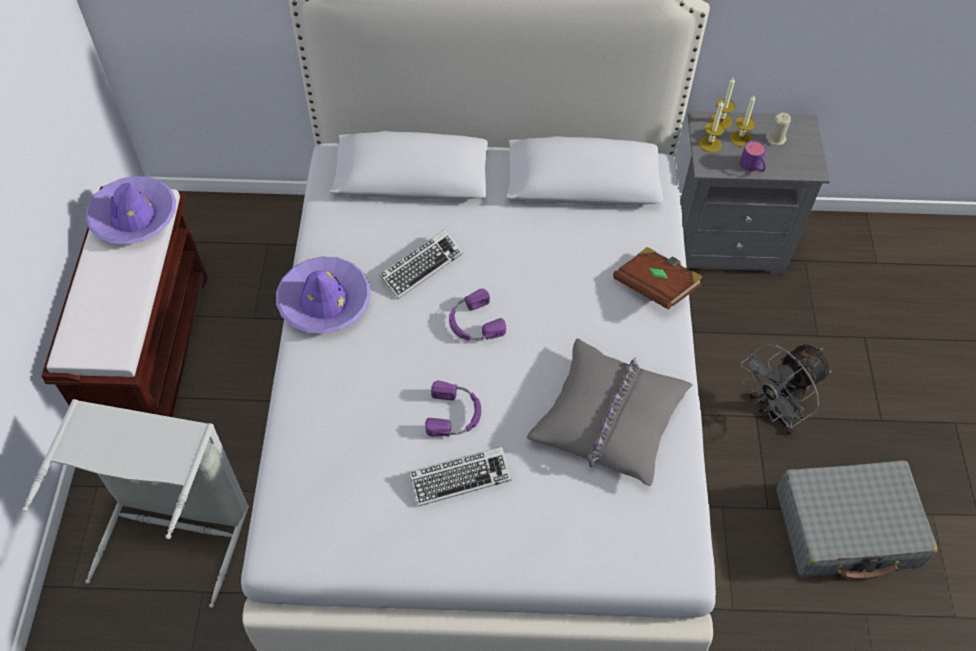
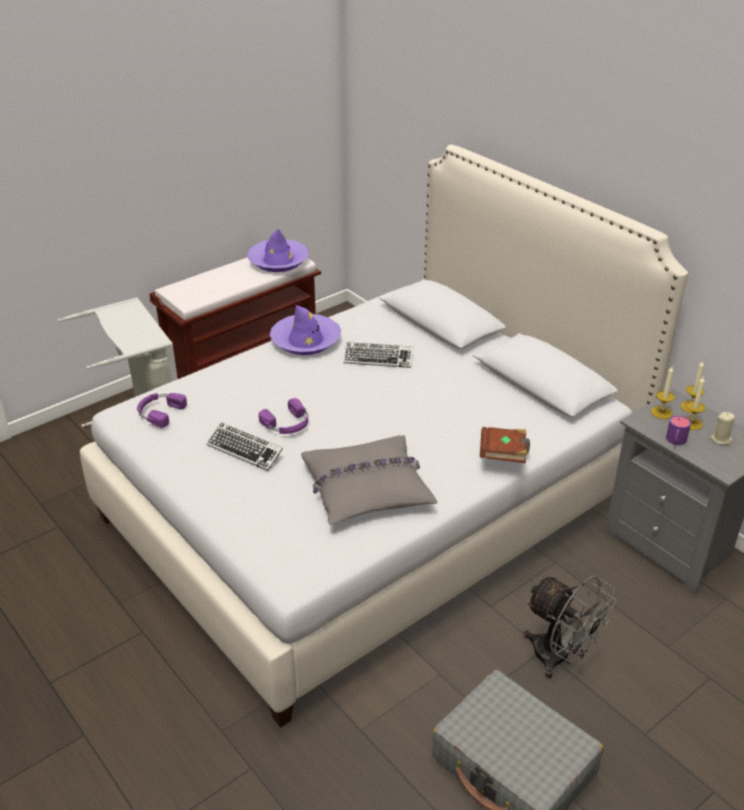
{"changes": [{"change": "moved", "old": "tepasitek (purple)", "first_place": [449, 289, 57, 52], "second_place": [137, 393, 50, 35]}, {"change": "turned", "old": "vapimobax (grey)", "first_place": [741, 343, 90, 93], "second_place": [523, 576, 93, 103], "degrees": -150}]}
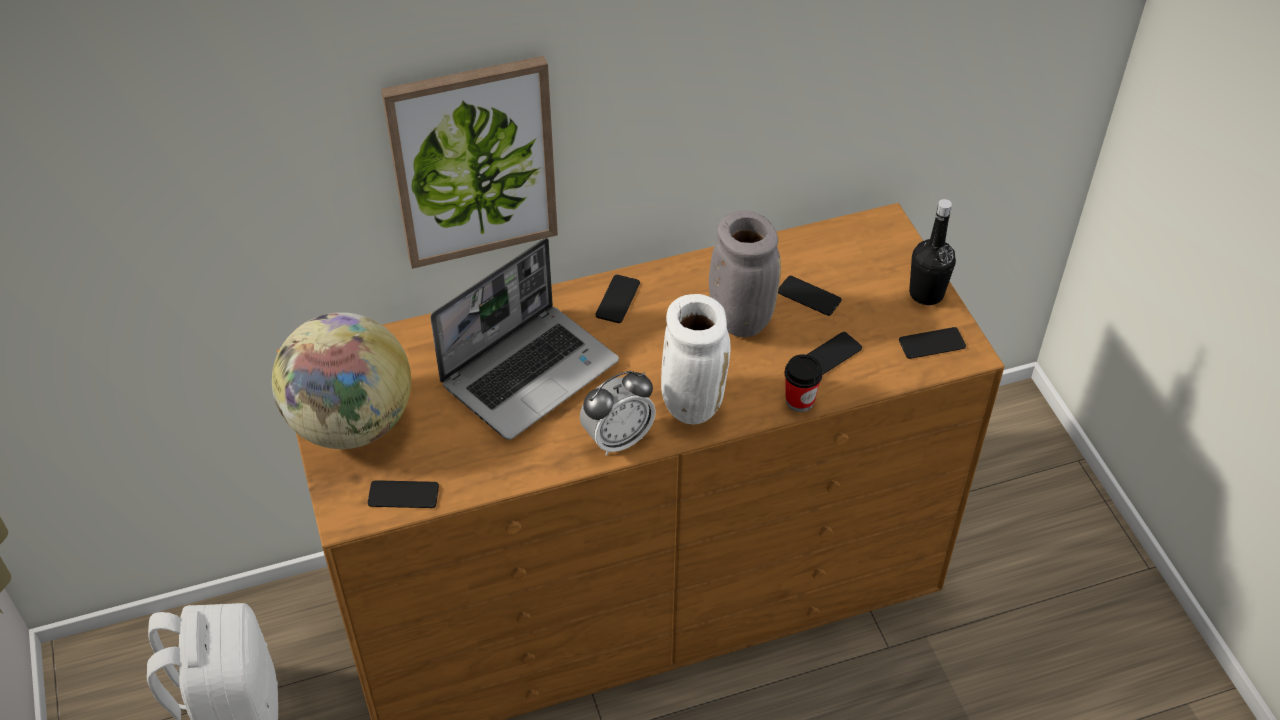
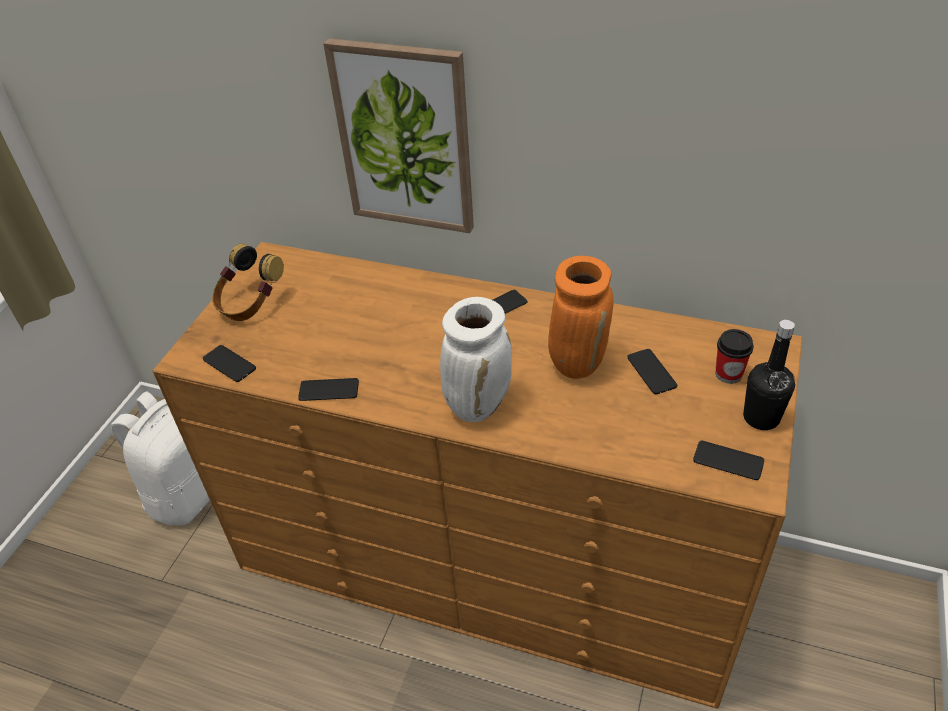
{"changes": [{"change": "recoloured", "old": "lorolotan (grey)", "new": "lorolotan (orange)", "first_place": [709, 211, 72, 126], "second_place": [548, 256, 65, 123]}, {"change": "removed", "old": "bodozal", "first_place": [430, 238, 189, 202]}, {"change": "replaced", "old": "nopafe", "new": "tepasitek", "first_place": [272, 312, 139, 137], "second_place": [212, 243, 72, 78]}, {"change": "moved", "old": "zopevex", "first_place": [806, 332, 56, 42], "second_place": [298, 378, 61, 23]}, {"change": "moved", "old": "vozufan", "first_place": [785, 354, 38, 58], "second_place": [715, 329, 39, 55]}, {"change": "removed", "old": "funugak", "first_place": [580, 371, 76, 85]}]}
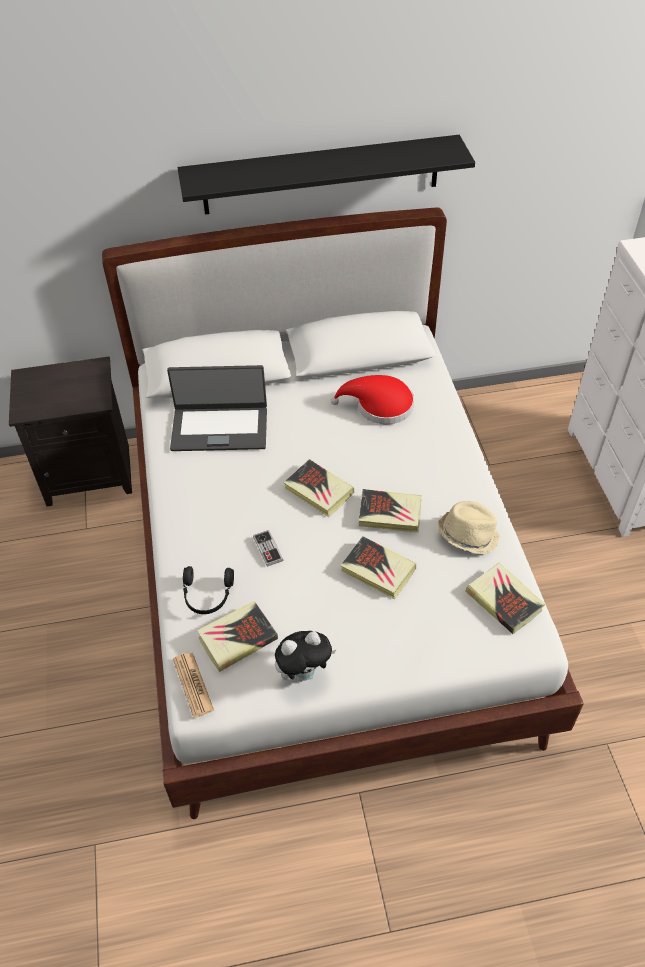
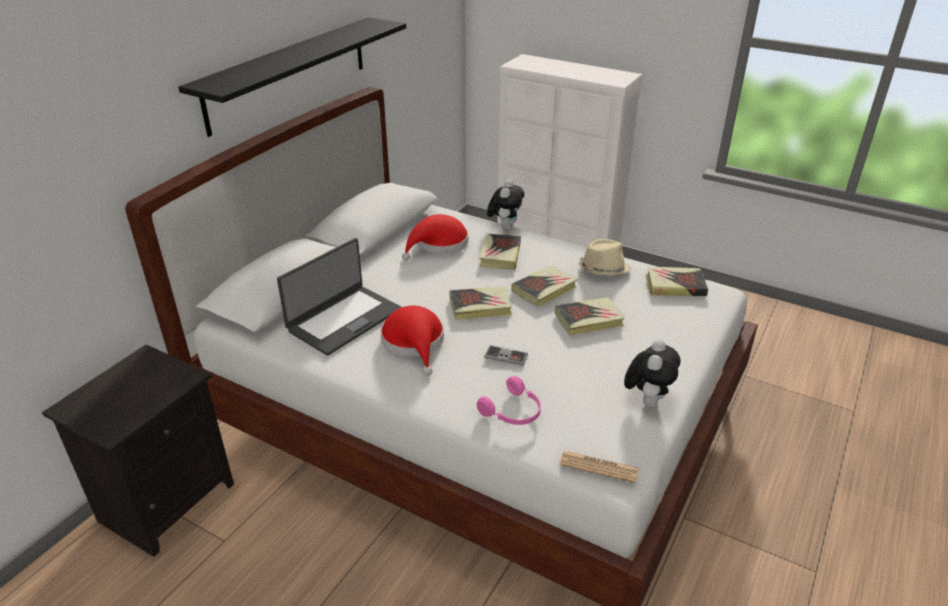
{"changes": [{"change": "recoloured", "old": "tepasitek (black)", "new": "tepasitek (pink)", "first_place": [183, 566, 51, 48], "second_place": [477, 376, 64, 49]}, {"change": "moved", "old": "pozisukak", "first_place": [197, 601, 81, 71], "second_place": [479, 234, 42, 36]}, {"change": "added", "new": "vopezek", "second_place": [487, 180, 37, 50]}, {"change": "added", "new": "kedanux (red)", "second_place": [380, 306, 64, 70]}]}
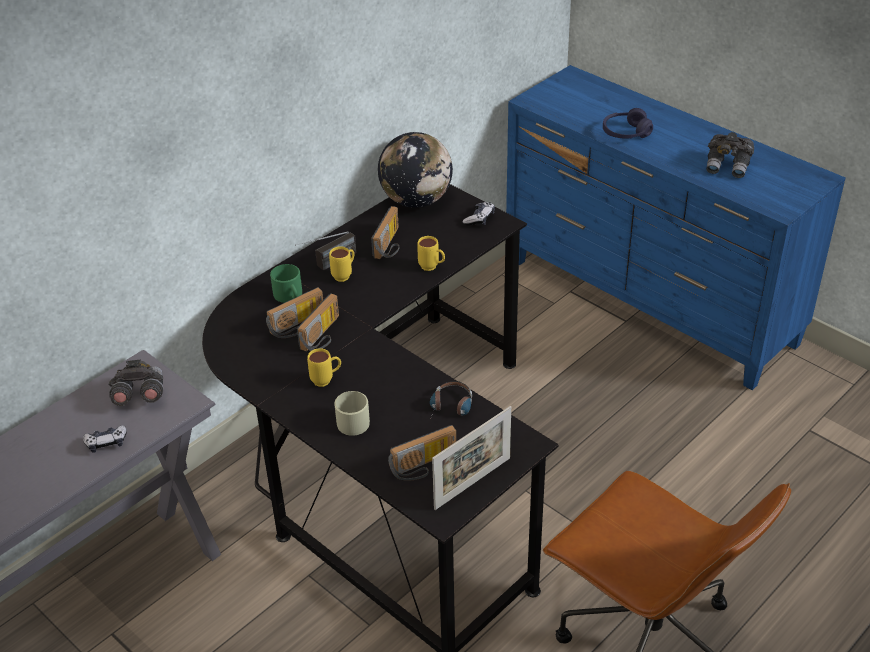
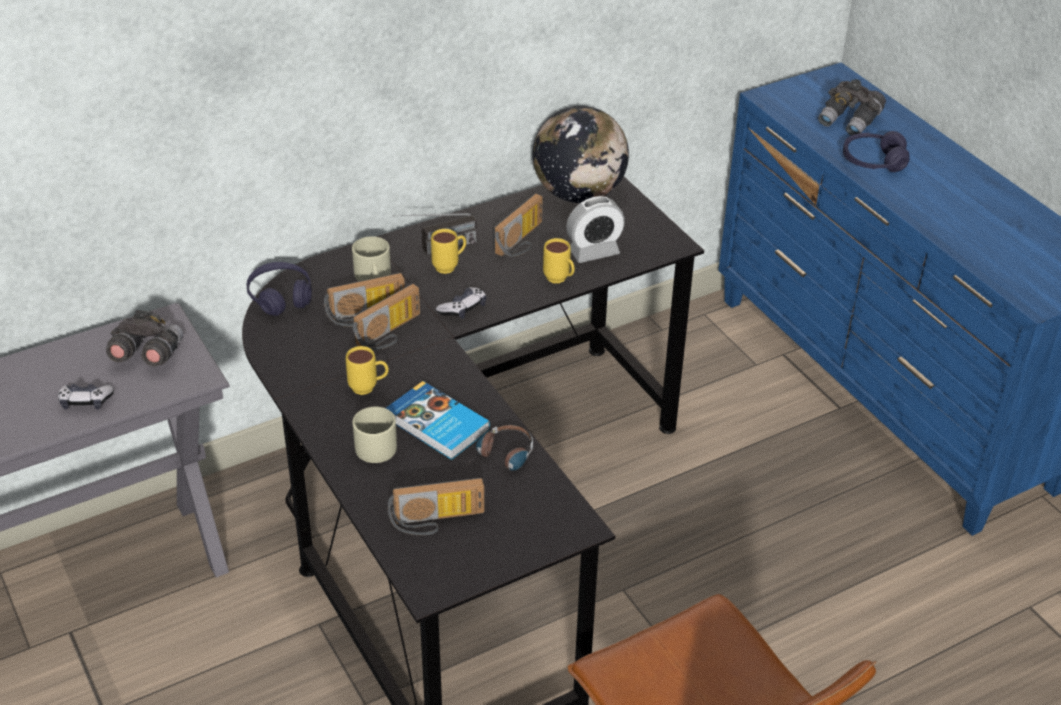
{"changes": [{"change": "moved", "old": "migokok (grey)", "first_place": [706, 132, 48, 46], "second_place": [818, 79, 68, 56]}, {"change": "moved", "old": "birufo", "first_place": [463, 202, 32, 23], "second_place": [436, 287, 50, 32]}, {"change": "recoloured", "old": "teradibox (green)", "new": "teradibox (beige)", "first_place": [270, 264, 32, 39], "second_place": [352, 236, 39, 45]}, {"change": "removed", "old": "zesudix", "first_place": [432, 406, 79, 104]}, {"change": "added", "new": "funugak", "second_place": [566, 196, 59, 67]}, {"change": "added", "new": "tepasitek (purple)", "second_place": [247, 262, 65, 54]}, {"change": "added", "new": "pozisukak", "second_place": [386, 381, 104, 79]}]}
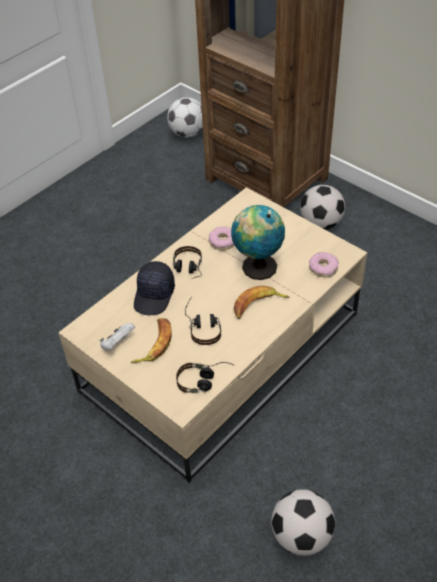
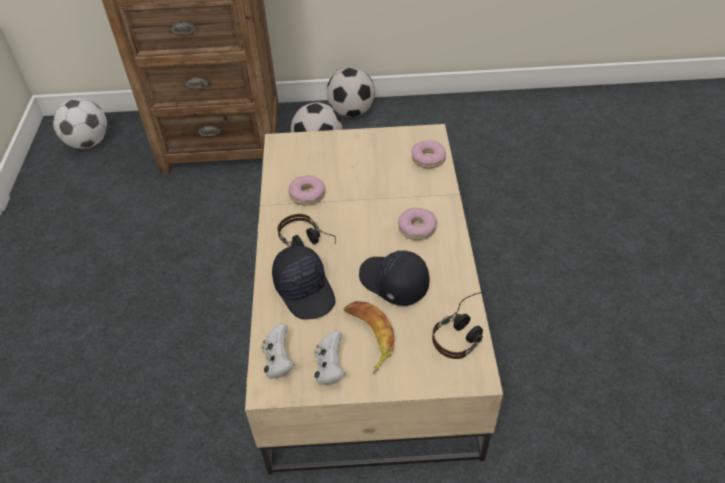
{"changes": [{"change": "removed", "old": "nopafe", "first_place": [231, 205, 54, 75]}, {"change": "replaced", "old": "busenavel", "new": "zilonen", "first_place": [233, 286, 57, 33], "second_place": [398, 208, 39, 32]}, {"change": "replaced", "old": "tepasitek", "new": "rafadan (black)", "first_place": [185, 297, 36, 48], "second_place": [359, 250, 70, 56]}, {"change": "moved", "old": "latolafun", "first_place": [271, 489, 64, 67], "second_place": [326, 67, 49, 50]}, {"change": "added", "new": "birufo (white)", "second_place": [261, 323, 34, 56]}]}
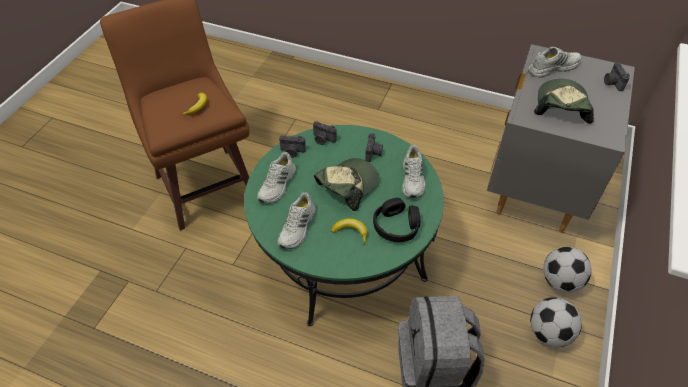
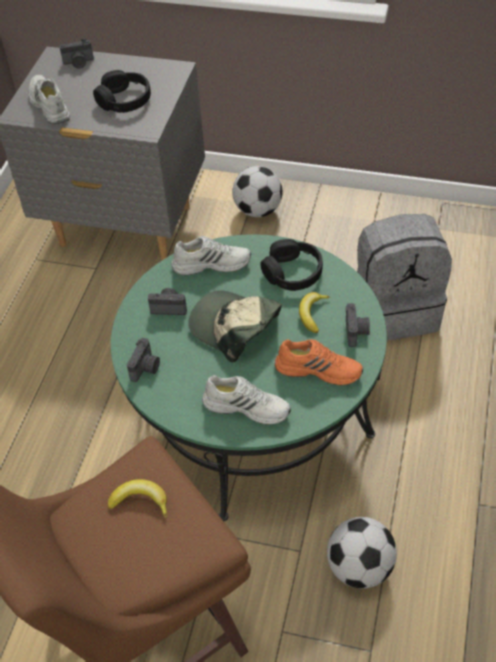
{"changes": [{"change": "replaced", "old": "rafadan", "new": "tepasitek (black)", "first_place": [534, 79, 60, 45], "second_place": [93, 70, 58, 43]}, {"change": "moved", "old": "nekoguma", "first_place": [279, 136, 27, 22], "second_place": [345, 303, 25, 44]}, {"change": "recoloured", "old": "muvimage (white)", "new": "muvimage (orange)", "first_place": [277, 192, 39, 57], "second_place": [275, 339, 88, 47]}, {"change": "moved", "old": "latolafun", "first_place": [530, 297, 52, 50], "second_place": [327, 517, 70, 72]}]}
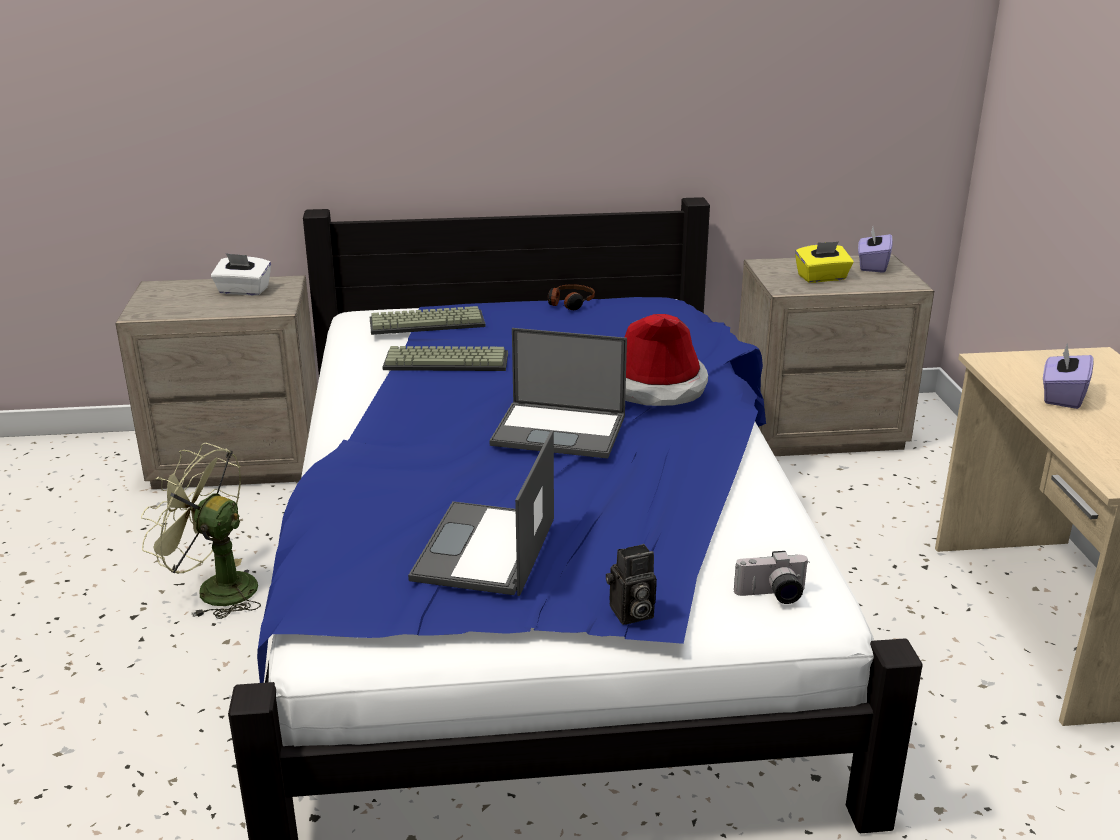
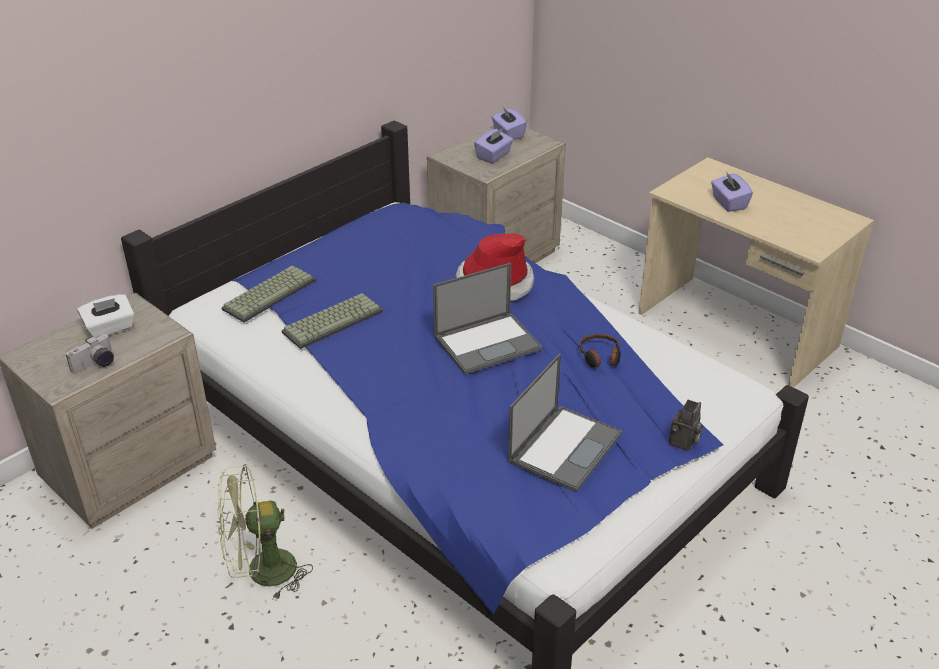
{"changes": [{"change": "recoloured", "old": "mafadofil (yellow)", "new": "mafadofil (purple)", "first_place": [795, 241, 58, 42], "second_place": [474, 129, 39, 34]}, {"change": "moved", "old": "tepasitek", "first_place": [548, 284, 47, 26], "second_place": [580, 334, 41, 33]}, {"change": "turned", "old": "bodozal", "first_place": [408, 430, 146, 166], "second_place": [508, 353, 114, 139], "degrees": -120}, {"change": "moved", "old": "nekoguma", "first_place": [734, 551, 75, 53], "second_place": [66, 334, 48, 40]}]}
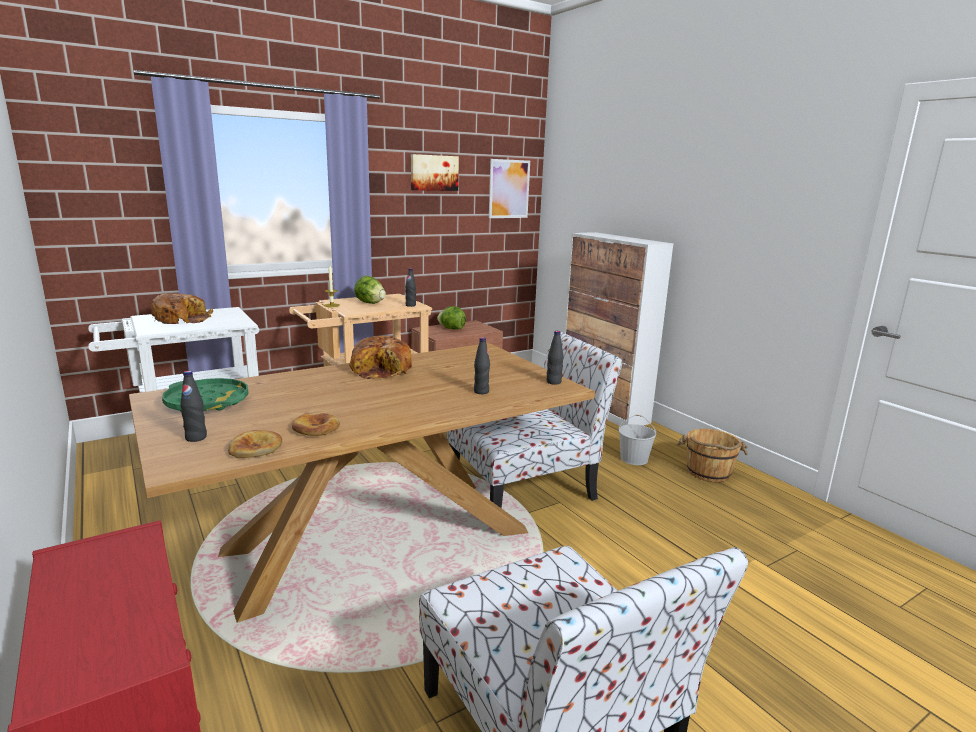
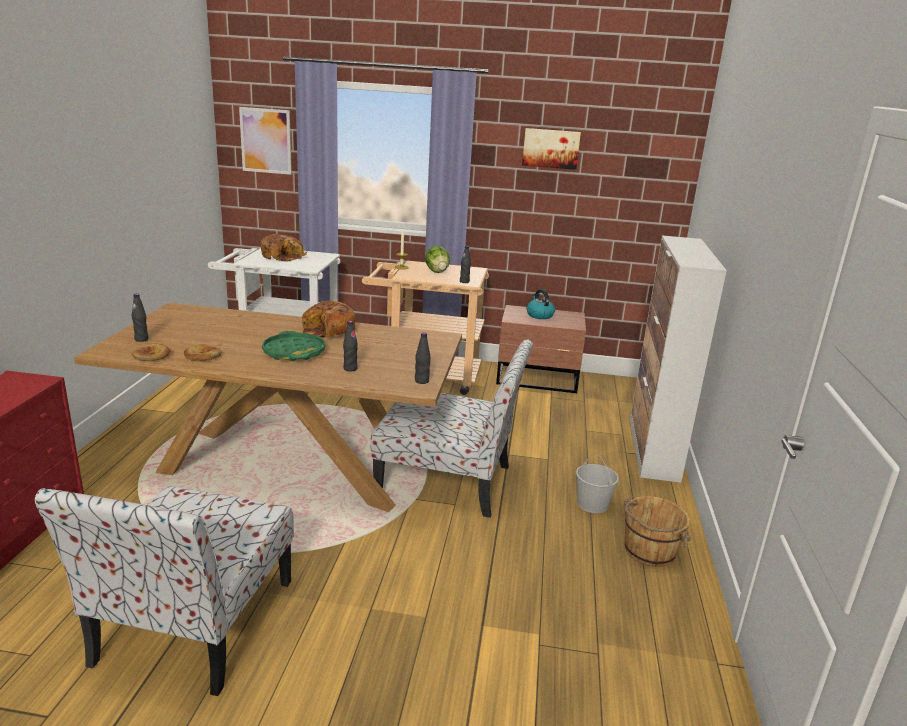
{"changes": [{"change": "moved", "old": "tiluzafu", "first_place": [489, 159, 41, 59], "second_place": [239, 107, 53, 68]}, {"change": "replaced", "old": "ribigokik", "new": "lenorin", "first_place": [437, 306, 29, 24], "second_place": [527, 289, 28, 30]}, {"change": "moved", "old": "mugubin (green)", "first_place": [162, 378, 87, 34], "second_place": [262, 331, 63, 30]}]}
